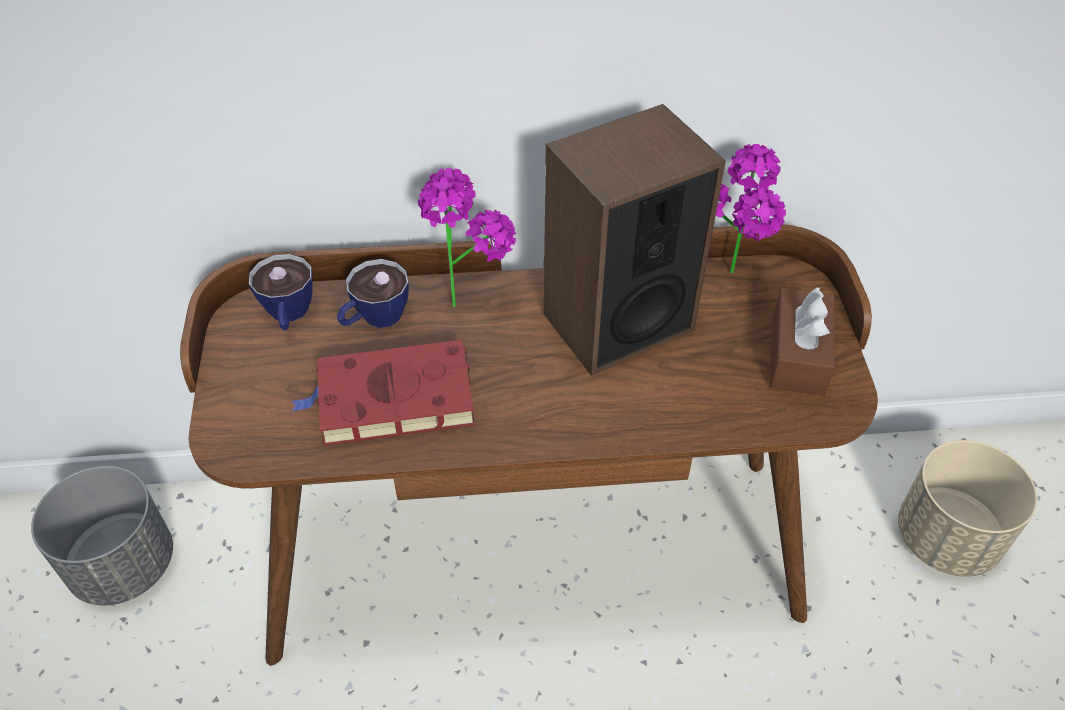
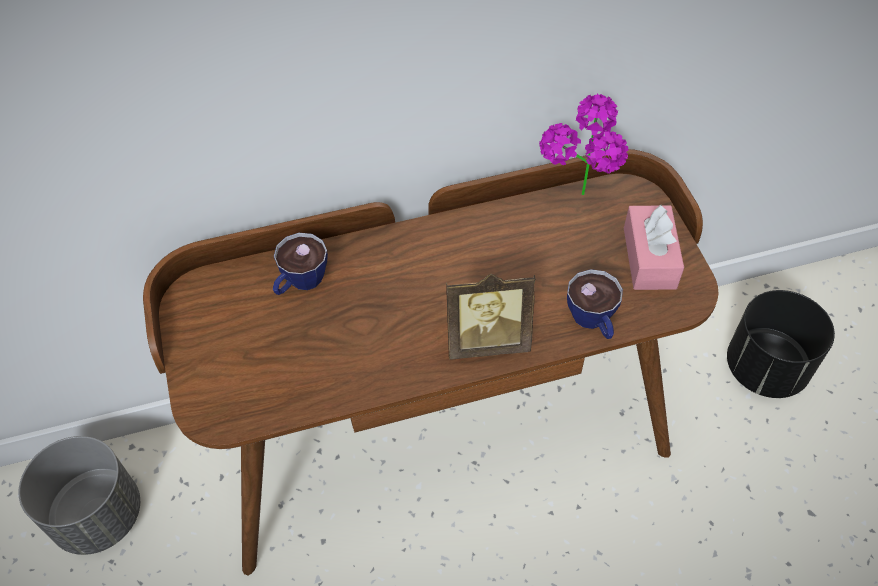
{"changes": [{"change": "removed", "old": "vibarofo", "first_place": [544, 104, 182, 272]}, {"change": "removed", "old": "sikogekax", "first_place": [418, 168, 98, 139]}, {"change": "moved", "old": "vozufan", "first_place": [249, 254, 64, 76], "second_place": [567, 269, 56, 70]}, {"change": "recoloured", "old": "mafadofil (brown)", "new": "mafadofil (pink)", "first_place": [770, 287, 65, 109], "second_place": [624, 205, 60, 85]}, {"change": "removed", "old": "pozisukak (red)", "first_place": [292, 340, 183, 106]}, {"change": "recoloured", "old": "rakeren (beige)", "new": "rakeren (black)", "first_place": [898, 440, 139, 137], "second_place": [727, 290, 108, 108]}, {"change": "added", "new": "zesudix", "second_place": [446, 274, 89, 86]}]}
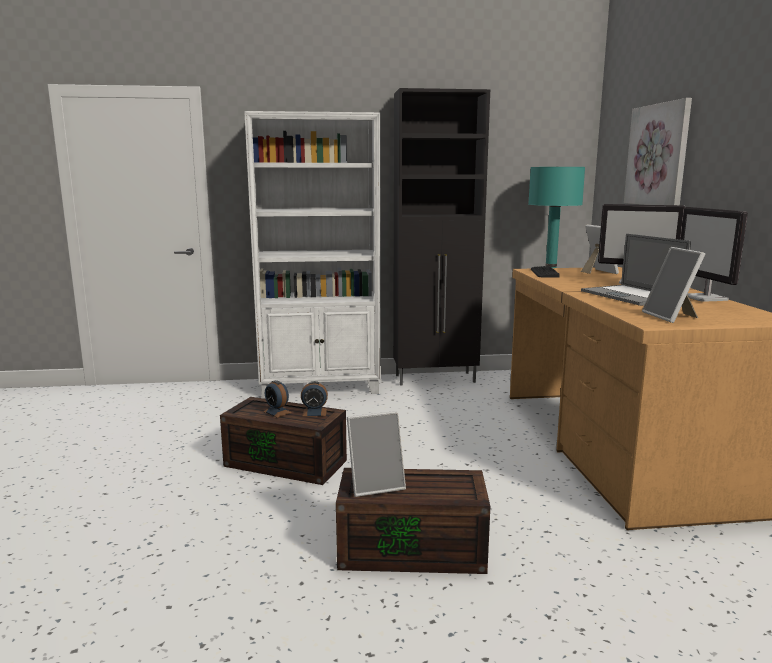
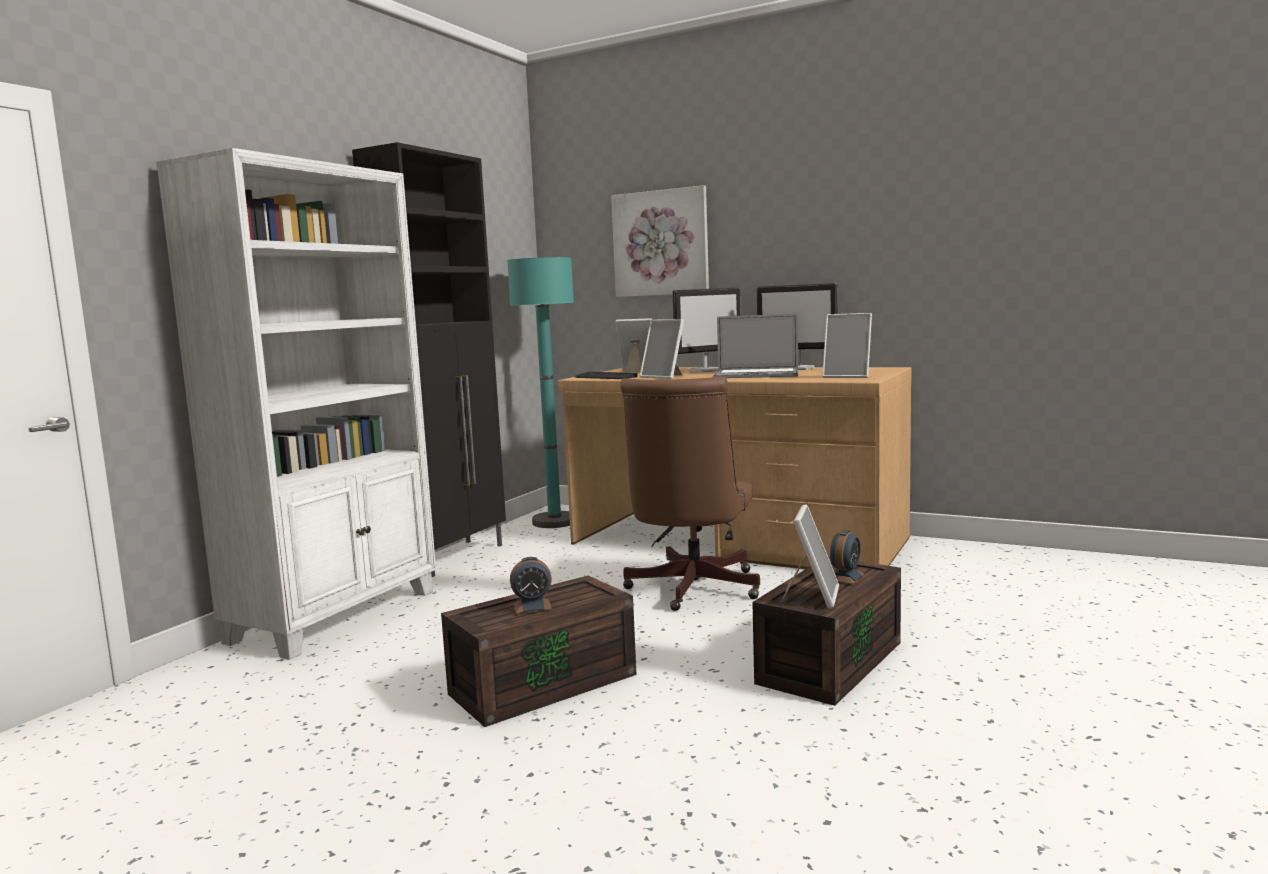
{"changes": [{"change": "moved", "old": "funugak", "first_place": [301, 381, 27, 36], "second_place": [830, 530, 34, 54]}, {"change": "added", "new": "zesudix", "second_place": [640, 319, 44, 60]}, {"change": "added", "new": "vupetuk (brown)", "second_place": [620, 377, 140, 234]}]}
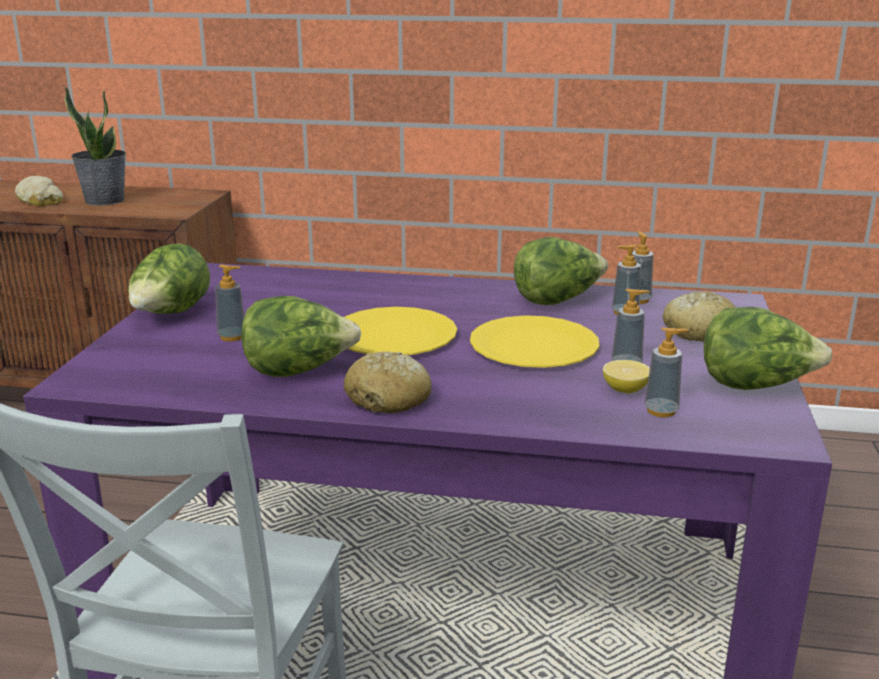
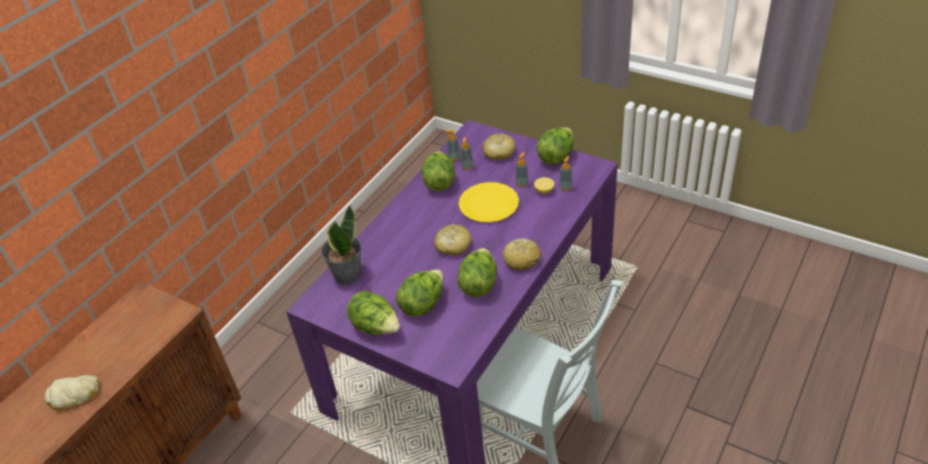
{"changes": [{"change": "moved", "old": "sikogekax", "first_place": [65, 86, 61, 120], "second_place": [321, 205, 41, 79]}, {"change": "replaced", "old": "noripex", "new": "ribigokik", "first_place": [215, 264, 29, 78], "second_place": [396, 270, 47, 47]}, {"change": "replaced", "old": "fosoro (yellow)", "new": "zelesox", "first_place": [344, 307, 113, 48], "second_place": [434, 224, 38, 32]}]}
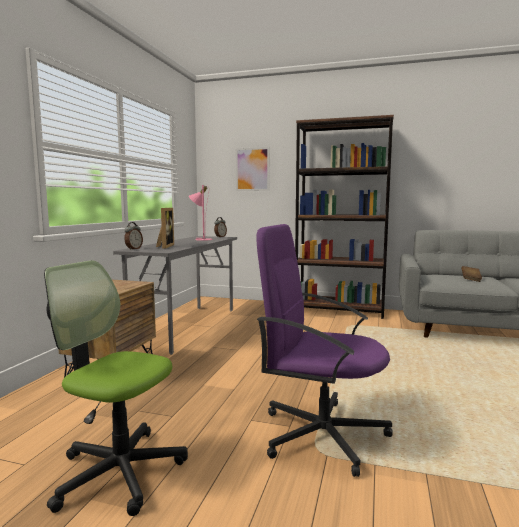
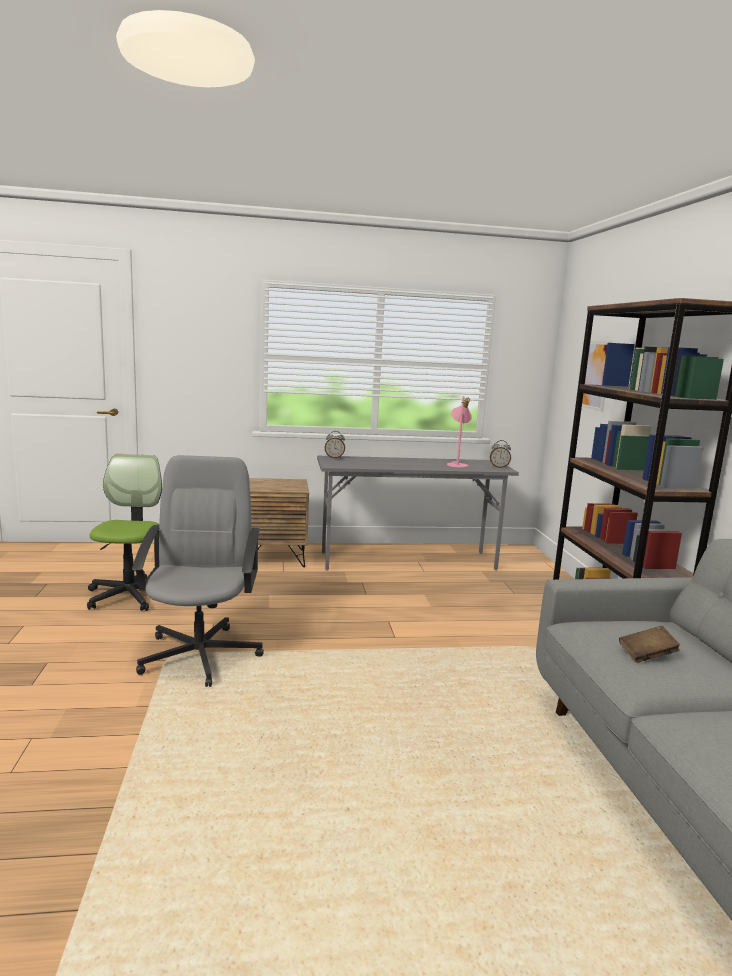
{"changes": [{"change": "removed", "old": "zesudix", "first_place": [156, 208, 18, 41]}, {"change": "recoloured", "old": "vupetuk (purple)", "new": "vupetuk (grey)", "first_place": [256, 224, 137, 253], "second_place": [132, 455, 132, 232]}]}
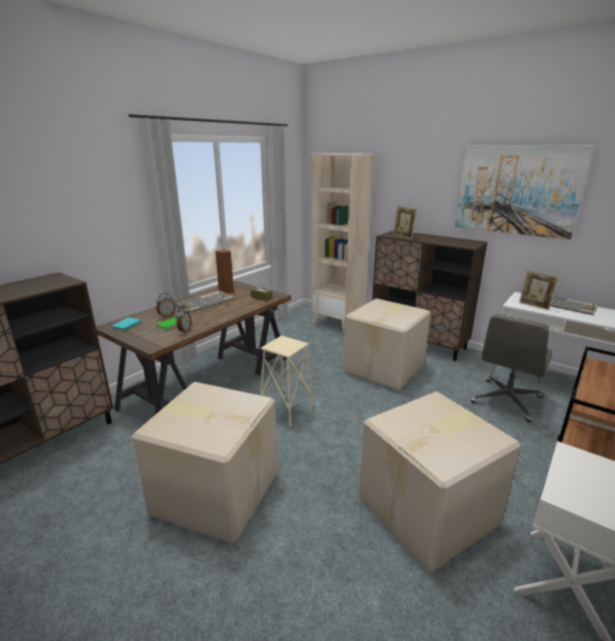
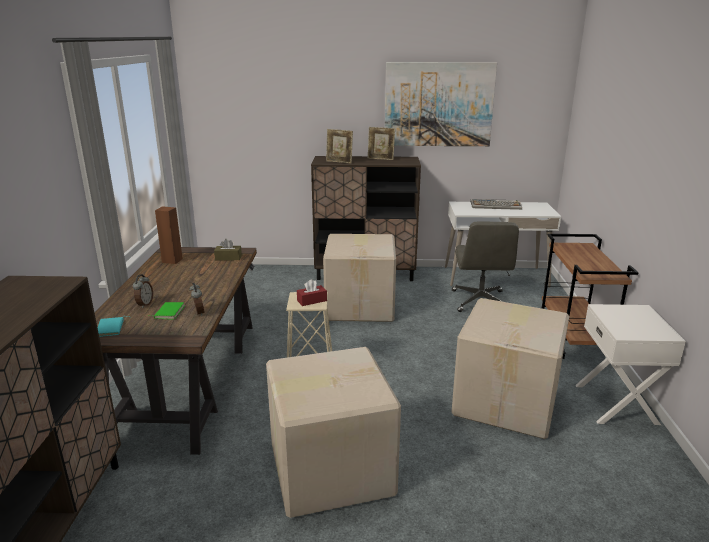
{"changes": [{"change": "removed", "old": "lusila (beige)", "first_place": [311, 153, 63, 180]}, {"change": "moved", "old": "zesudix", "first_place": [519, 271, 40, 39], "second_place": [368, 127, 27, 33]}, {"change": "removed", "old": "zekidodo", "first_place": [176, 291, 58, 22]}, {"change": "added", "new": "mafadofil (red)", "second_place": [297, 279, 30, 27]}]}
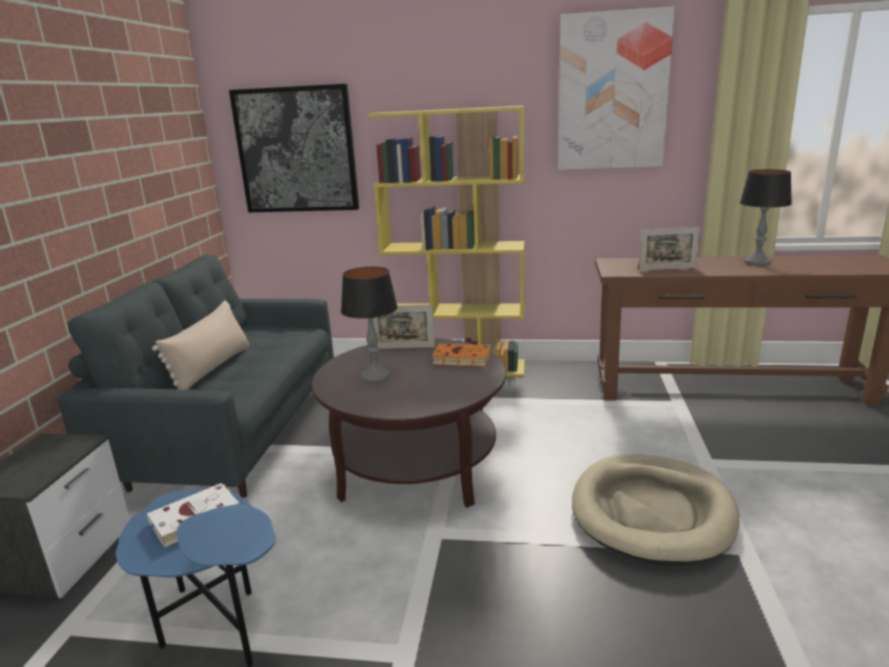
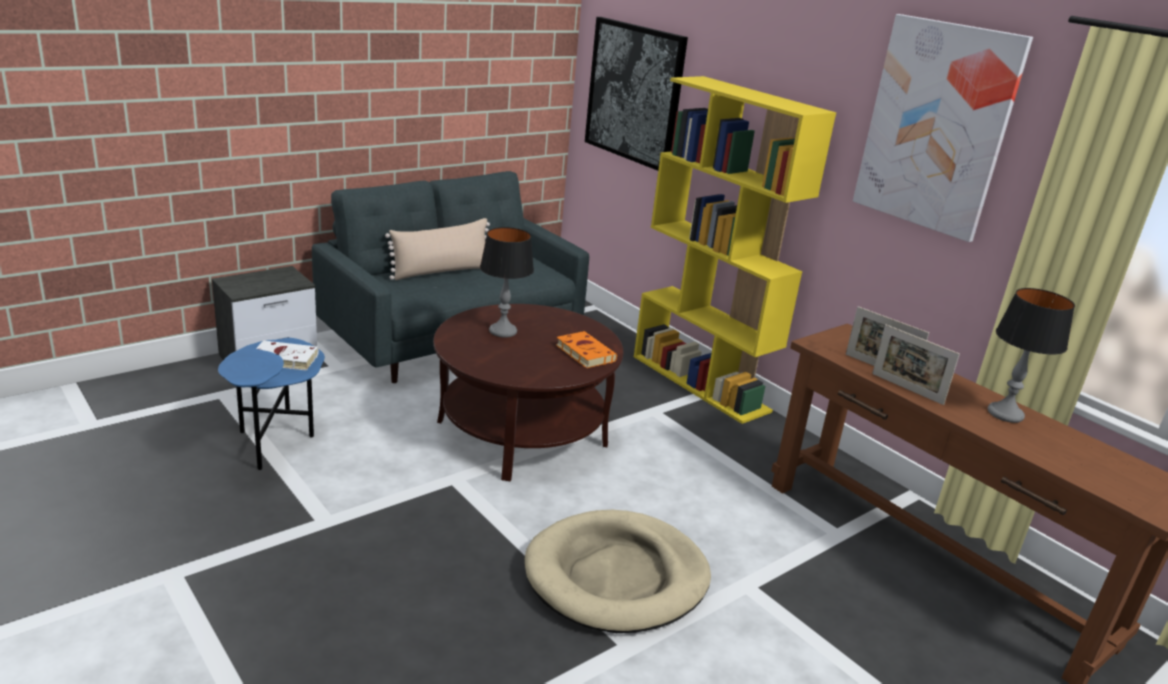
{"changes": [{"change": "moved", "old": "zesudix", "first_place": [373, 305, 62, 44], "second_place": [872, 324, 88, 81]}]}
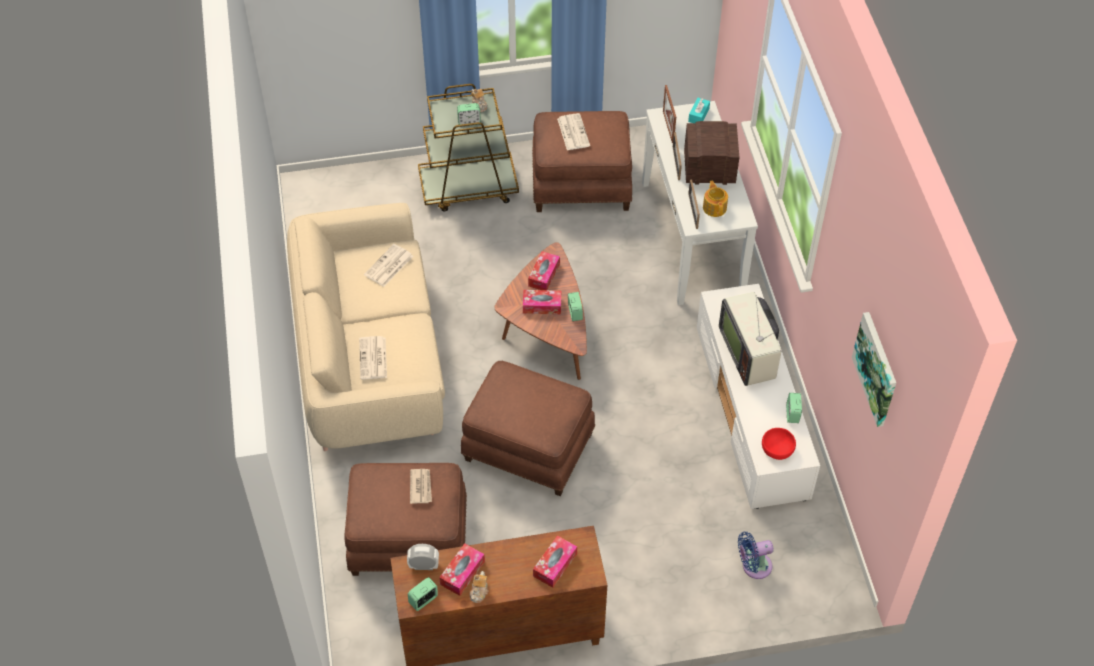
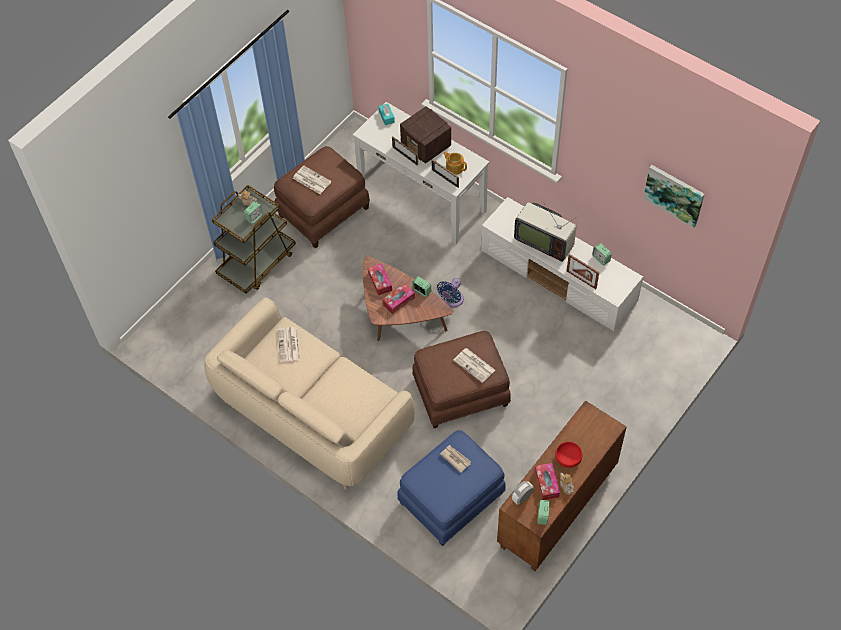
{"changes": [{"change": "moved", "old": "zesudix", "first_place": [663, 85, 13, 58], "second_place": [567, 254, 32, 35]}, {"change": "turned", "old": "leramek", "first_place": [684, 121, 55, 64], "second_place": [400, 106, 51, 58], "degrees": -90}, {"change": "moved", "old": "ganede", "first_place": [359, 336, 28, 43], "second_place": [453, 348, 42, 35]}, {"change": "moved", "old": "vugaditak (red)", "first_place": [762, 428, 34, 32], "second_place": [555, 442, 28, 26]}, {"change": "recoloured", "old": "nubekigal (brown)", "new": "nubekigal (blue)", "first_place": [344, 463, 123, 113], "second_place": [397, 430, 109, 116]}, {"change": "moved", "old": "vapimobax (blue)", "first_place": [738, 532, 36, 47], "second_place": [437, 278, 27, 29]}, {"change": "removed", "old": "mafadofil", "first_place": [533, 535, 44, 53]}]}
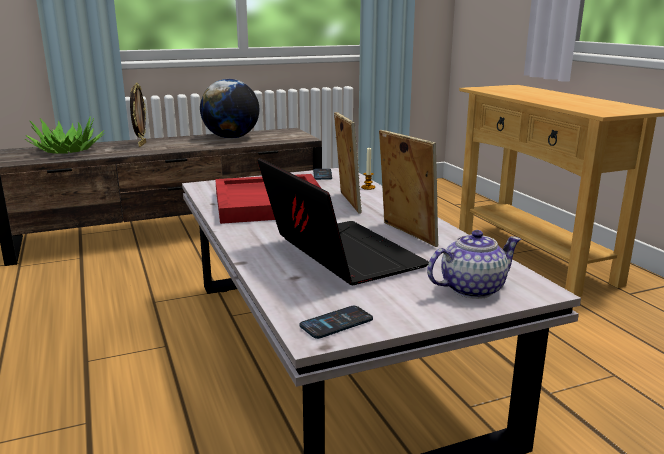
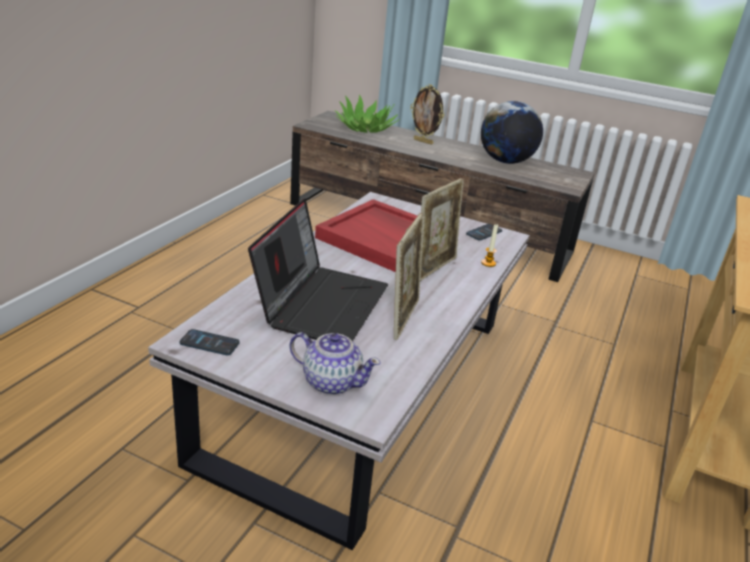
{"changes": [{"change": "turned", "old": "zesudix", "first_place": [130, 83, 16, 64], "second_place": [410, 84, 34, 61], "degrees": 75}]}
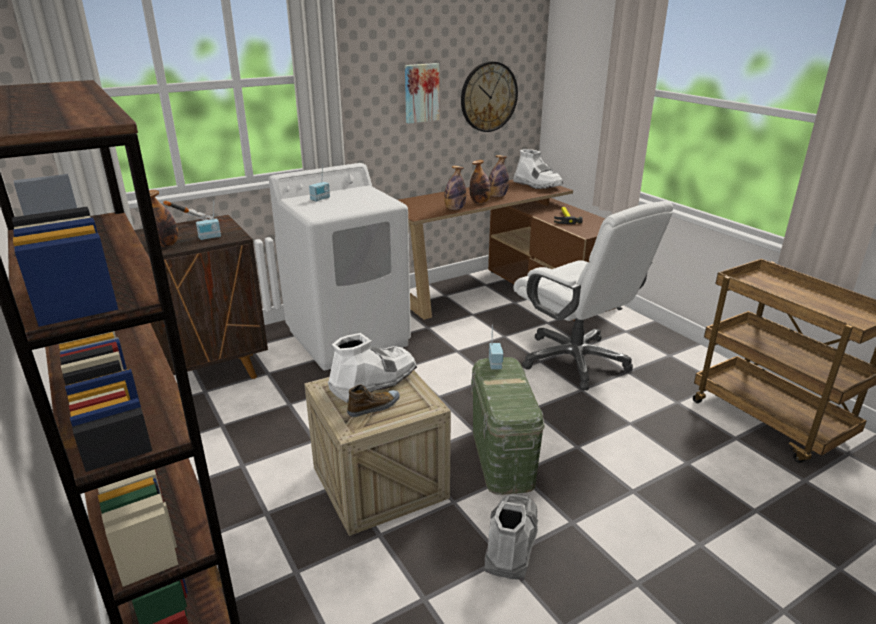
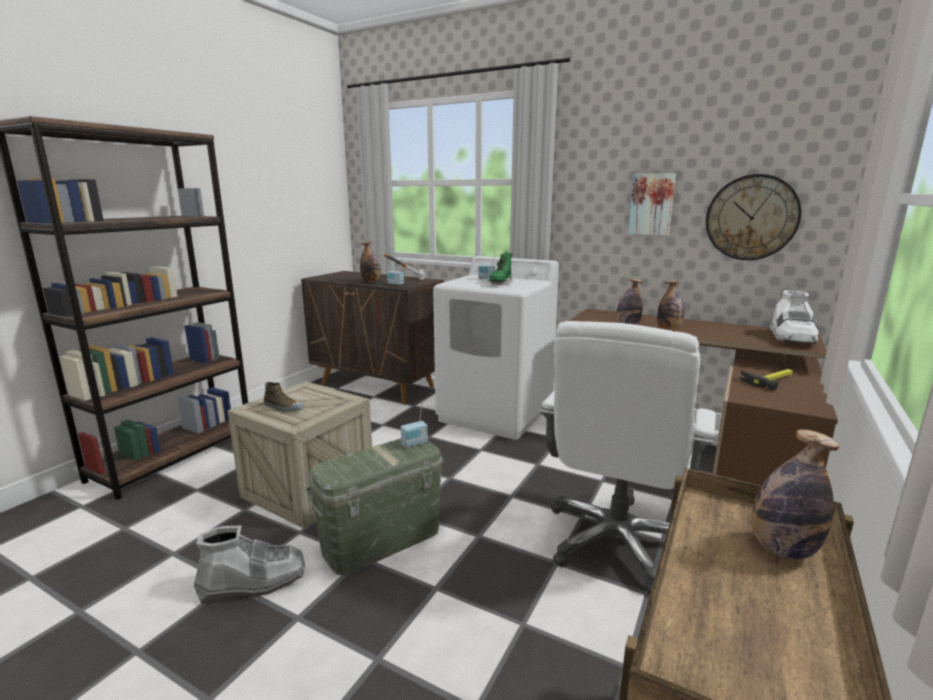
{"changes": [{"change": "moved", "old": "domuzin", "first_place": [489, 155, 20, 42], "second_place": [751, 429, 89, 131]}, {"change": "removed", "old": "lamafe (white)", "first_place": [328, 333, 89, 70]}, {"change": "added", "new": "lamafe (green)", "second_place": [488, 252, 25, 33]}]}
